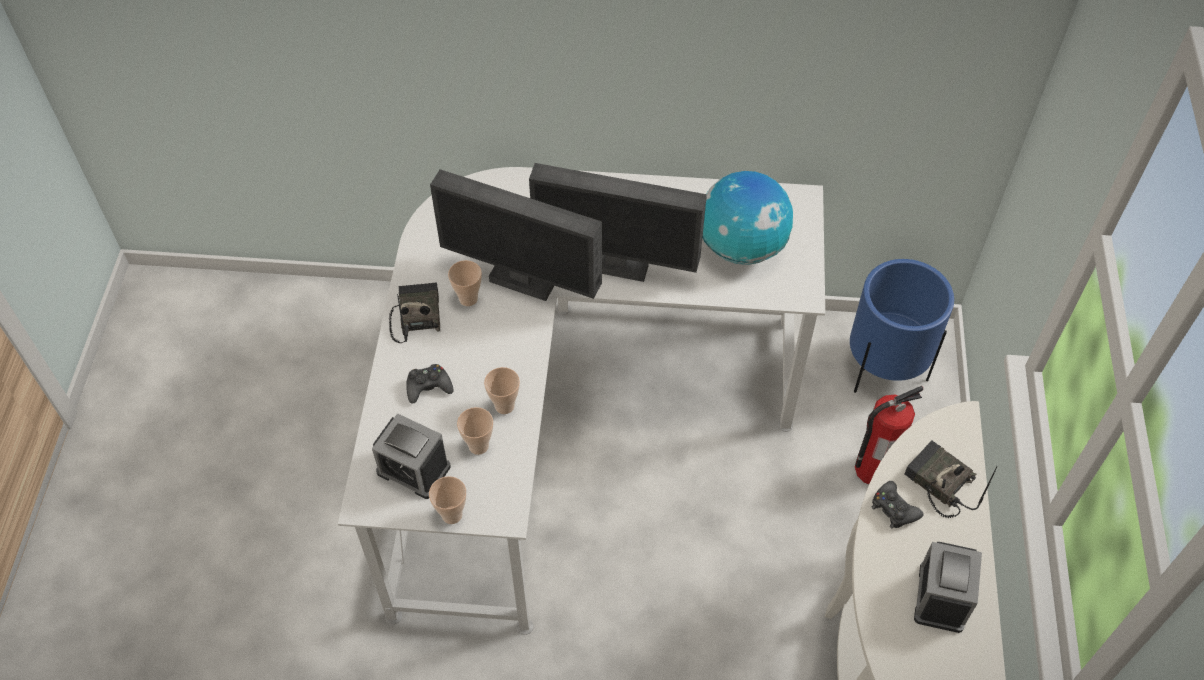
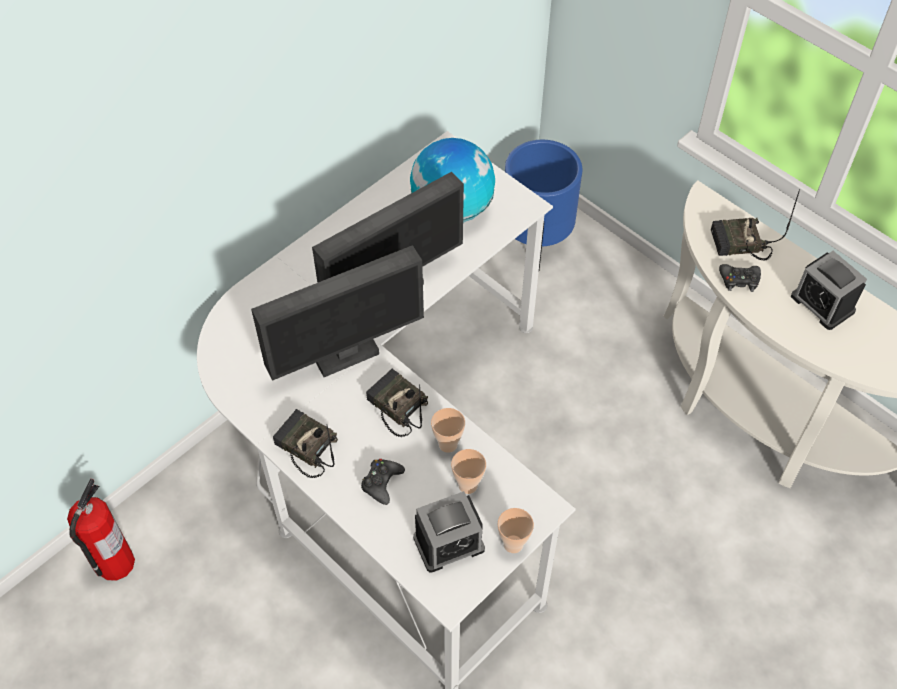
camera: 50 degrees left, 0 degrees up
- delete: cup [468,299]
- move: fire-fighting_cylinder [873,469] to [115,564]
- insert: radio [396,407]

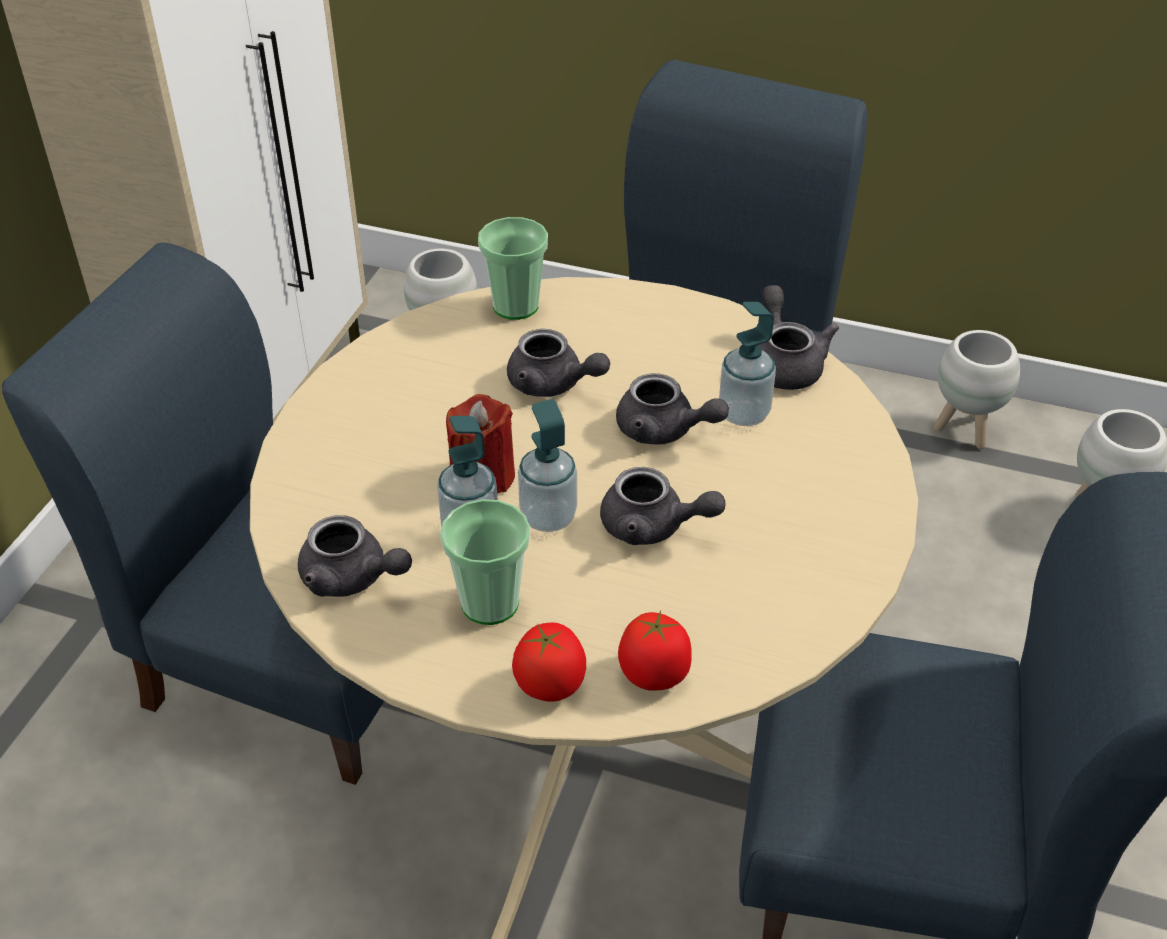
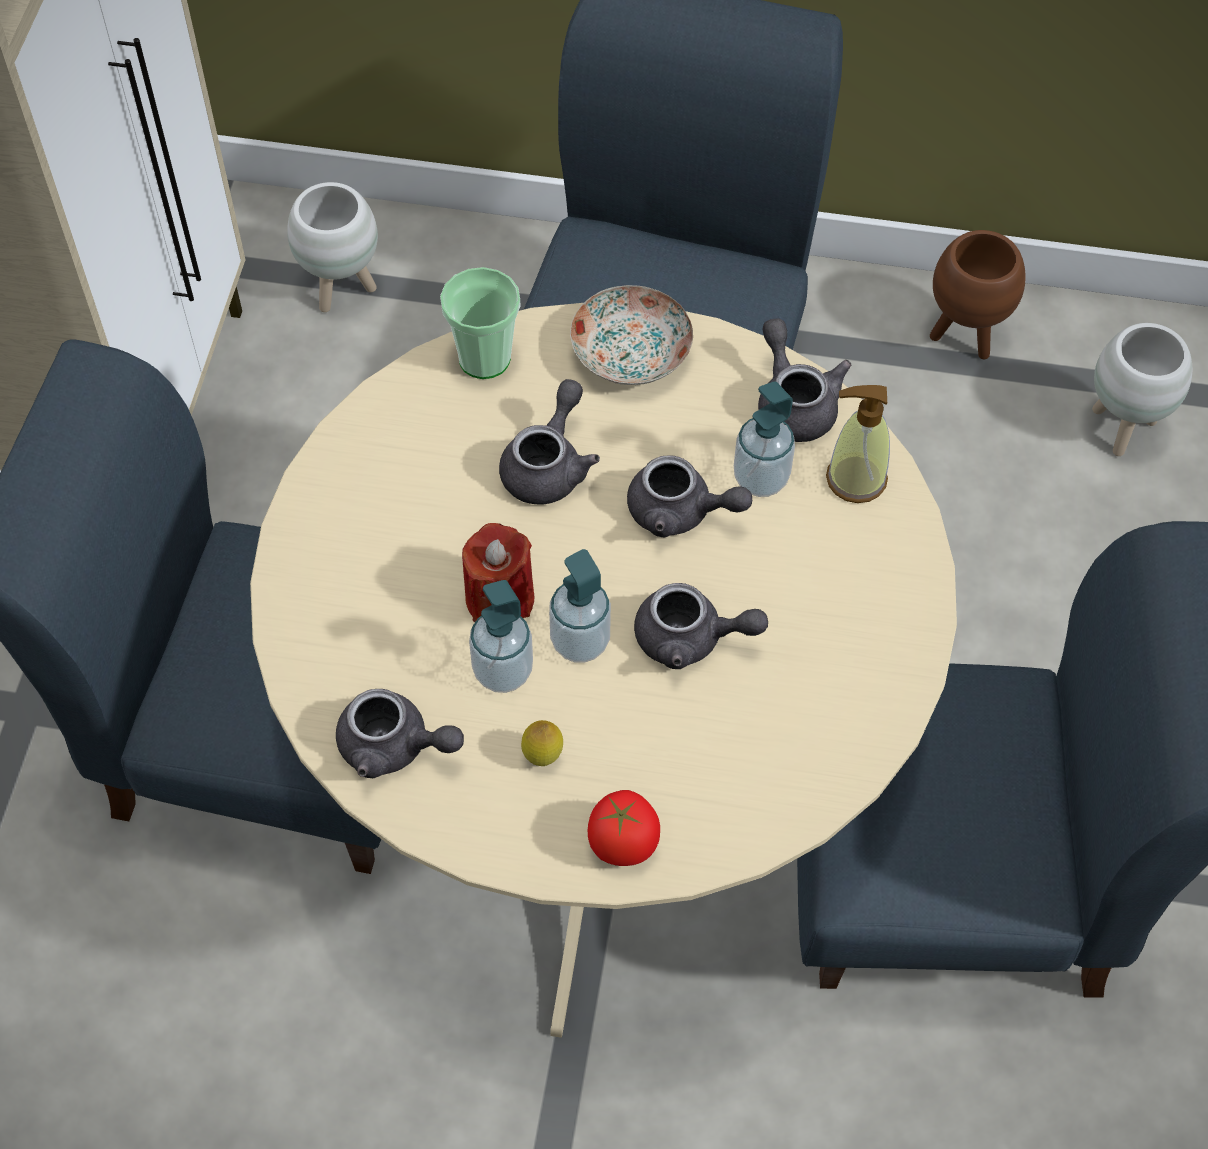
camera: 10 degrees left, 15 degrees up
- rotate: grey_tea_pot [553,384] = [549,465] 90 degrees counterclockwise
- recolor: white-coloured_planter [965,431] to brown-coloured_planter [965,337]
- replace: cup [490,603] to whole_lemon [542,757]
- delete: tomato [654,674]
- insert: plate [632,353]
- insert: liquid_soap_bottle [855,479]

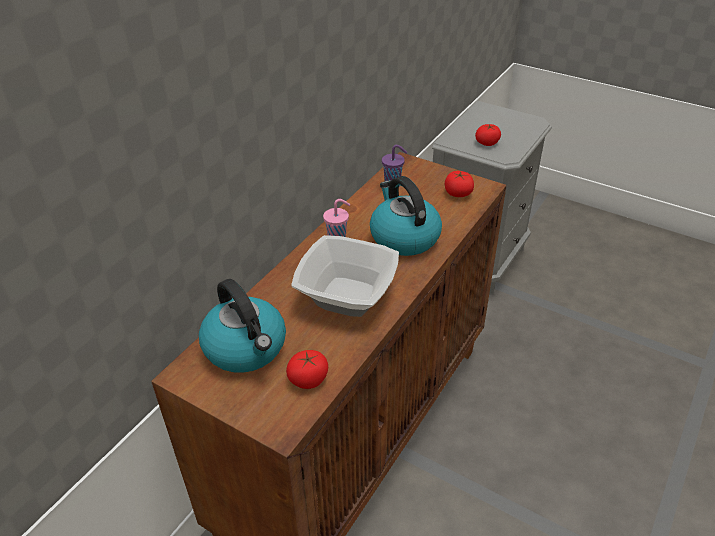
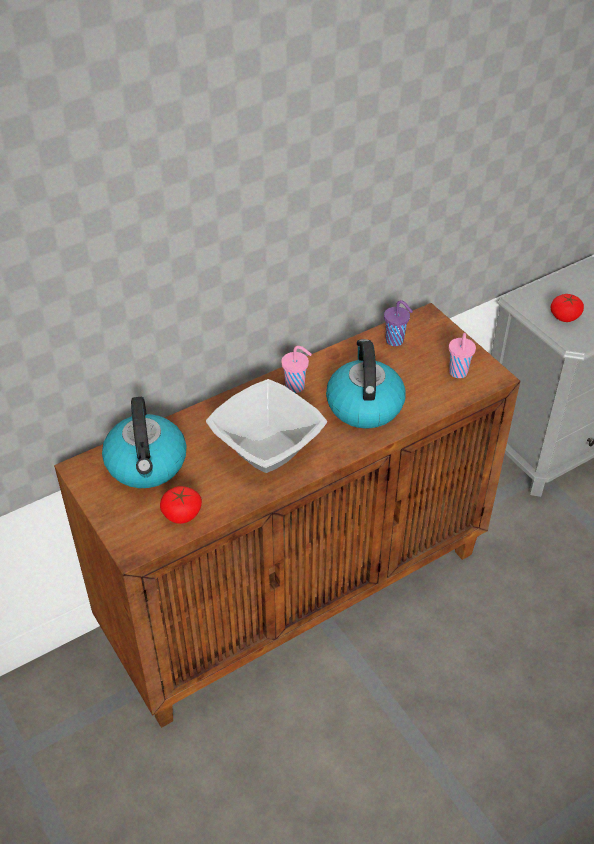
camera: 25 degrees right, 5 degrees up
- replace: tomato [458,193] to pink_cup [458,373]

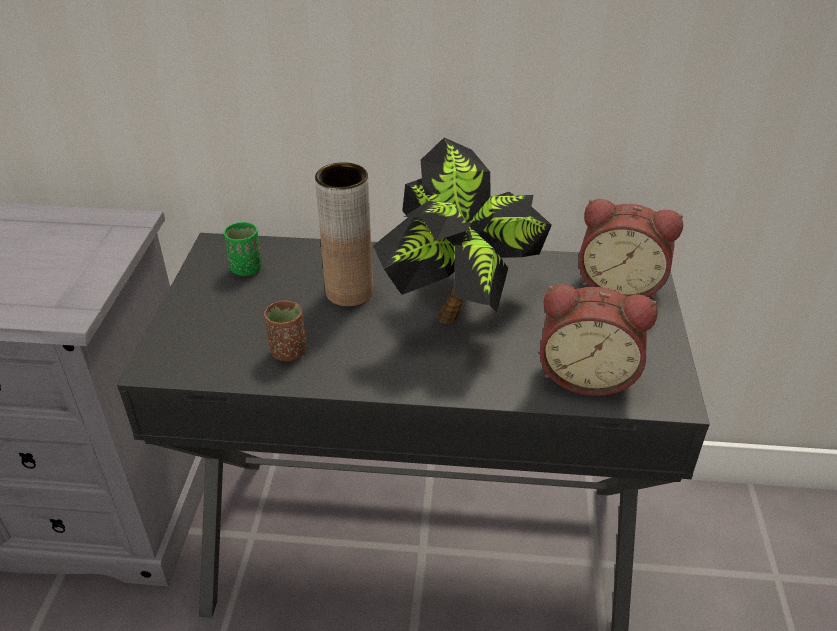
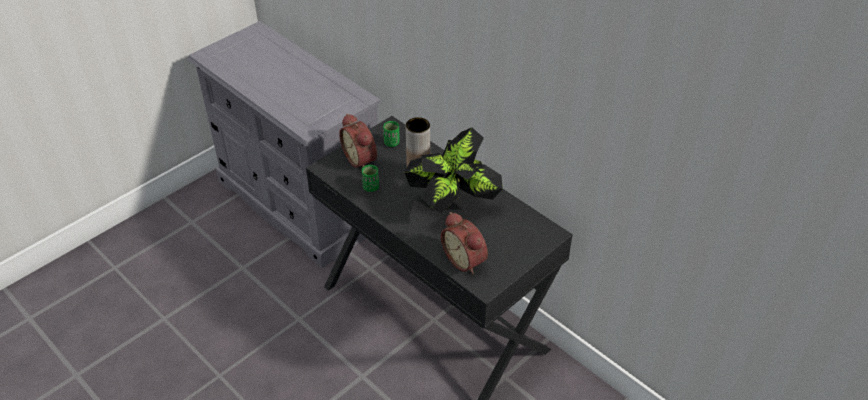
camera: 40 degrees right, 5 degrees up
- move: table_clock [620,285] to [361,159]
- recolor: brown-coloured_cup [288,352] to green-coloured_cup [371,187]

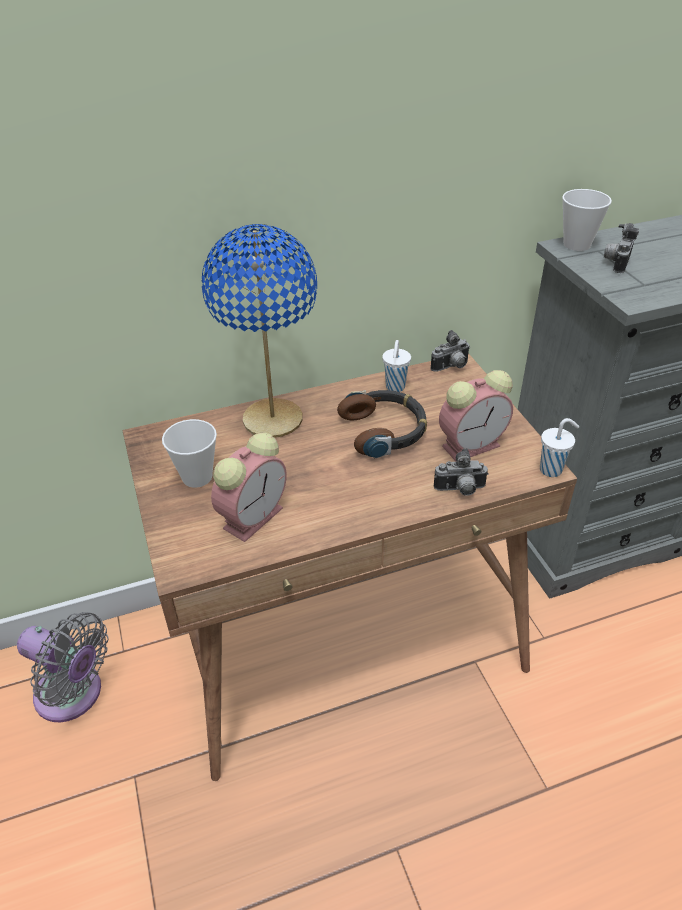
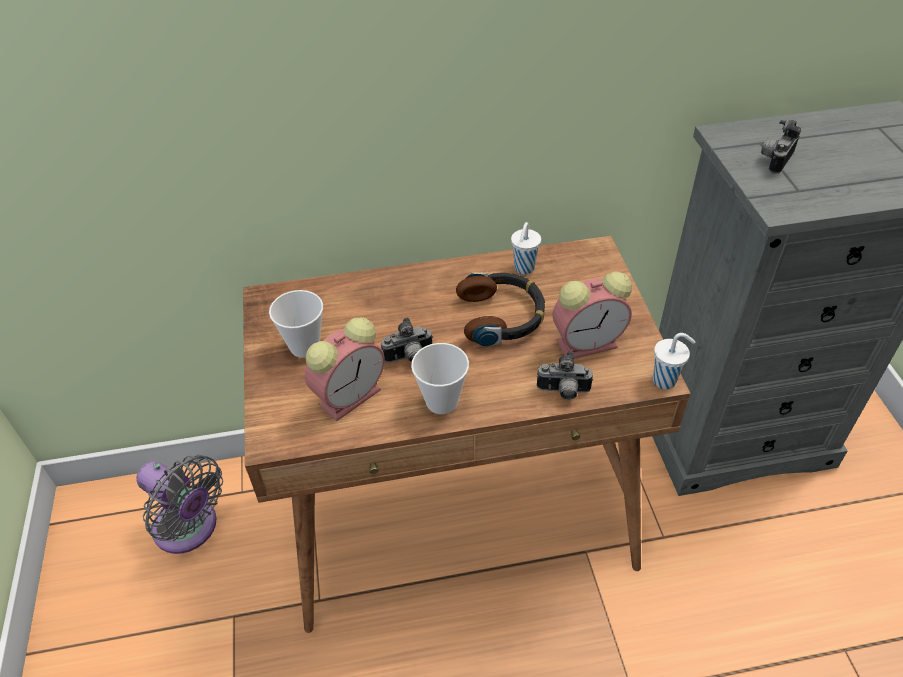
camera: 10 degrees right, 5 degrees up
- move: cup [577,244] to [442,401]
- delete: blue-coloured_tabletop_lamp [272,420]
- move: still_camera [451,367] to [409,358]

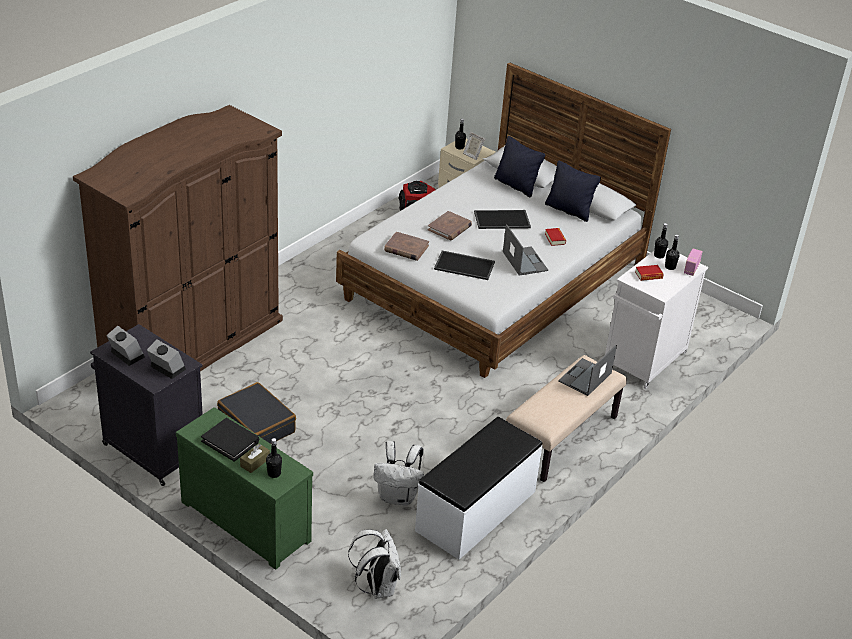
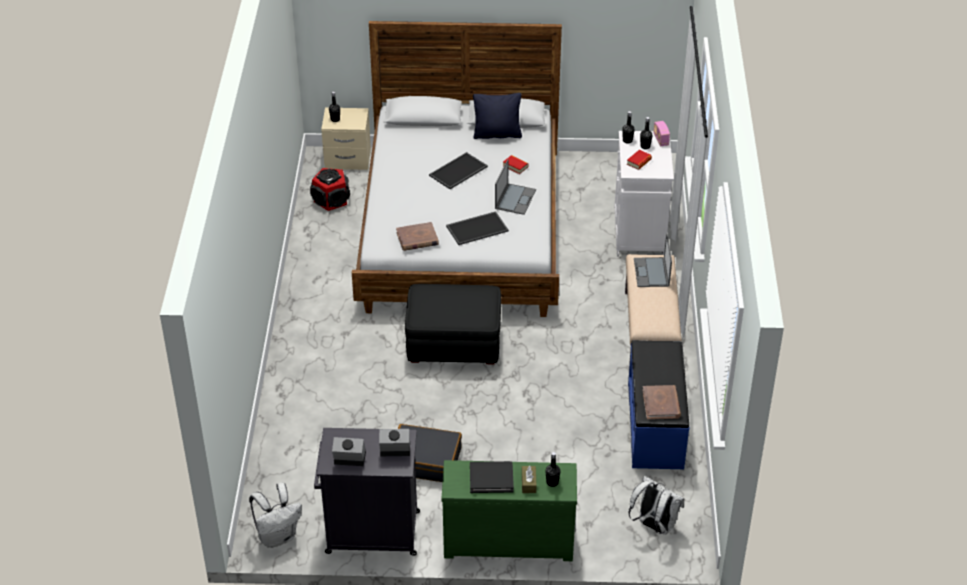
camera: 35 degrees left, 5 degrees up
- delete: brown-coloured_clothes_cupboard [192,346]
- delete: standing_frame [472,155]
- delete: black_pillow [516,185]
- move: brown-coloured_bound_book [449,228] to [661,404]
- rotate: laptop [524,261] = [515,199] 75 degrees clockwise
- recolor: white-coloured_bench [477,511] to blue-coloured_bench [656,425]
- move: white-coloured_knapsack [398,496] to [278,536]
- insert: black_ottoman [454,344]

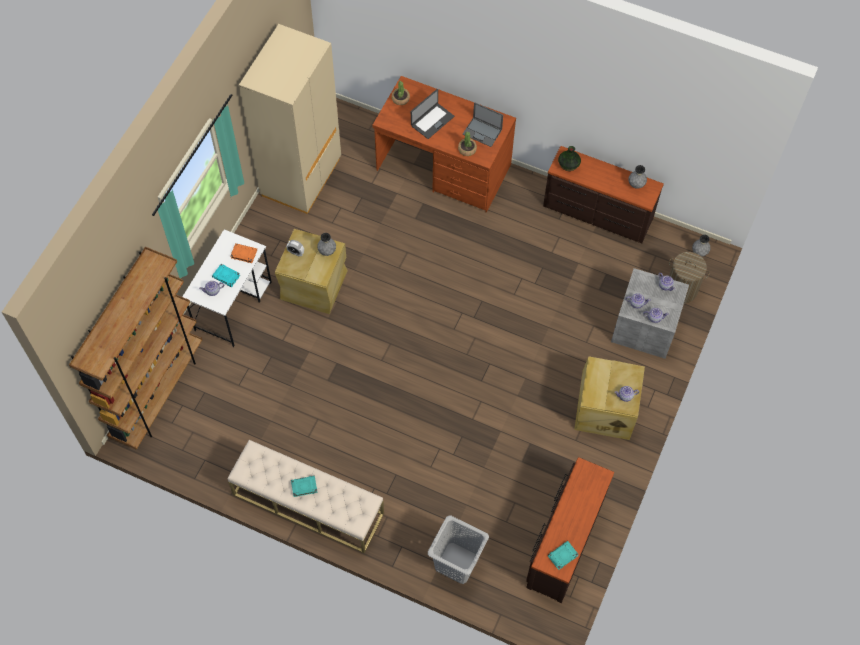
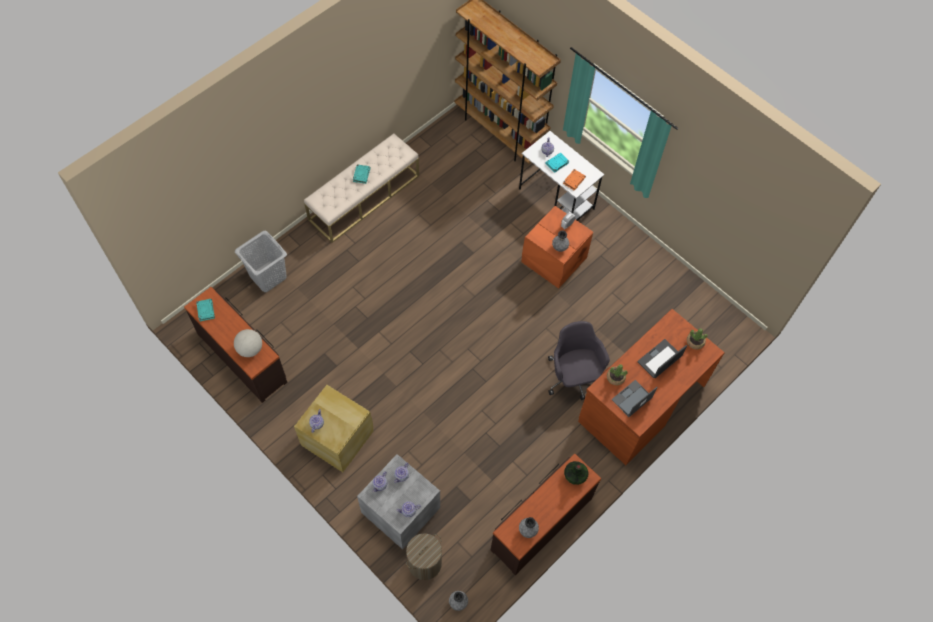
camera: 110 degrees right, 0 degrees up
- delete: sand-coloured_clothes_cupboard [301,178]
- rotate: laptop [432,121] = [660,359] 75 degrees clockwise
- recolor: sand-coloured_storage_box [315,284] to orange_storage_box [554,260]
- insert: grey_computer_chair [573,377]
- insert: desk_globe [250,349]

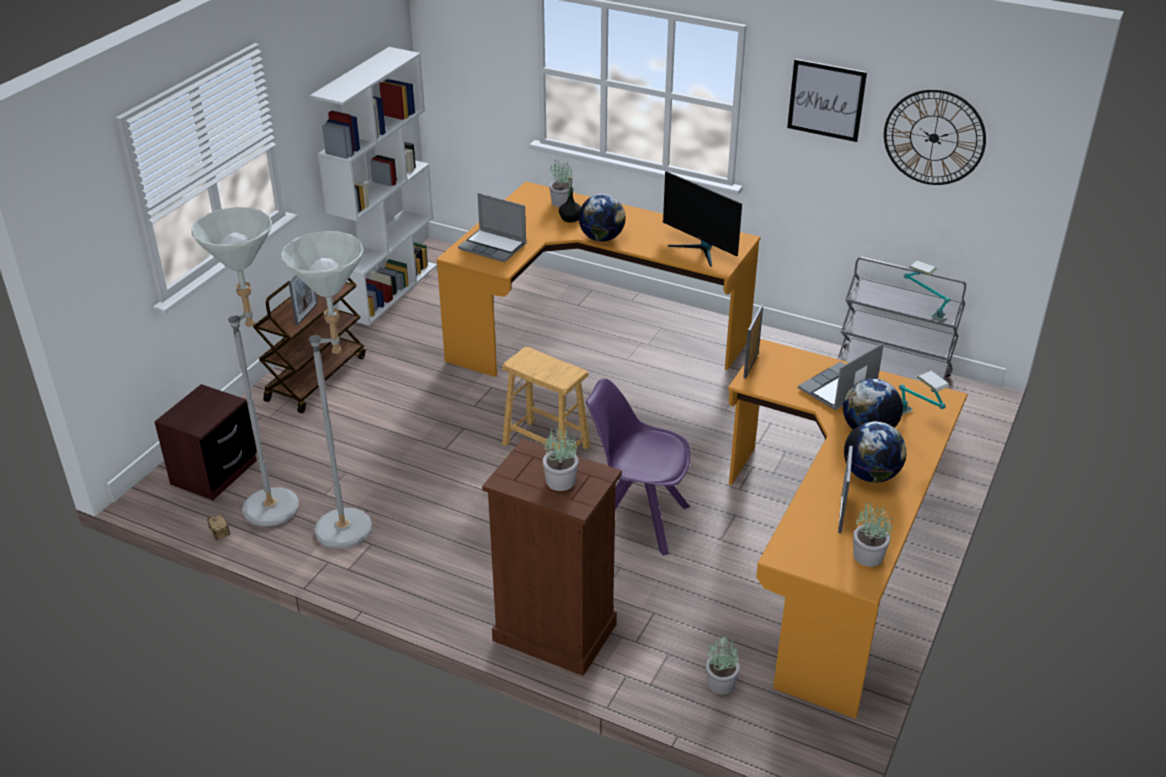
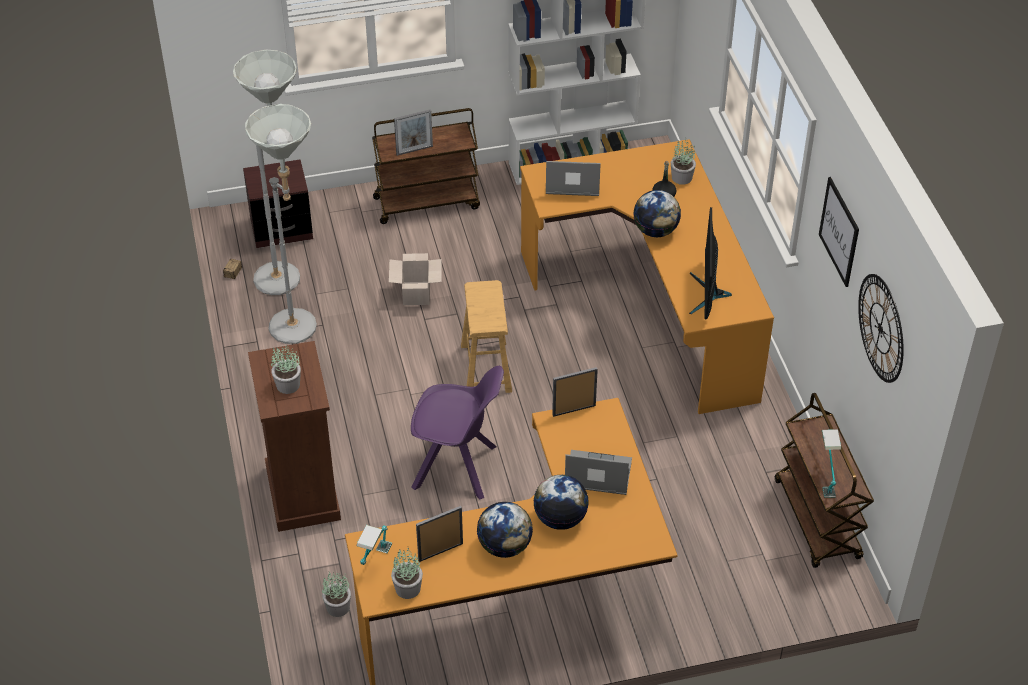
camera: 50 degrees right, 10 degrees up
- rotate: laptop [494,246] = [572,183] 105 degrees clockwise
- recolor: grey_cart [892,373] to brown-coloured_cart [817,520]
- move: tabletop_lamp [917,421] to [376,563]
- rotate: purple_chair [637,520] = [457,468] 120 degrees clockwise
- insert: cardboard_box [417,294]

